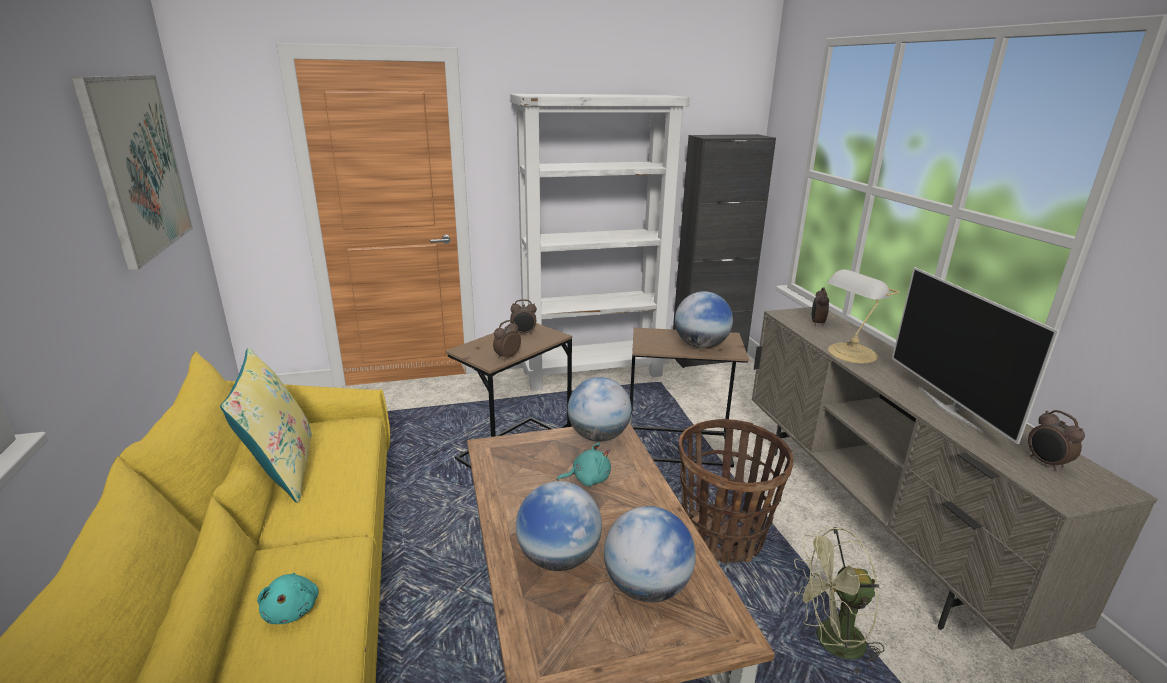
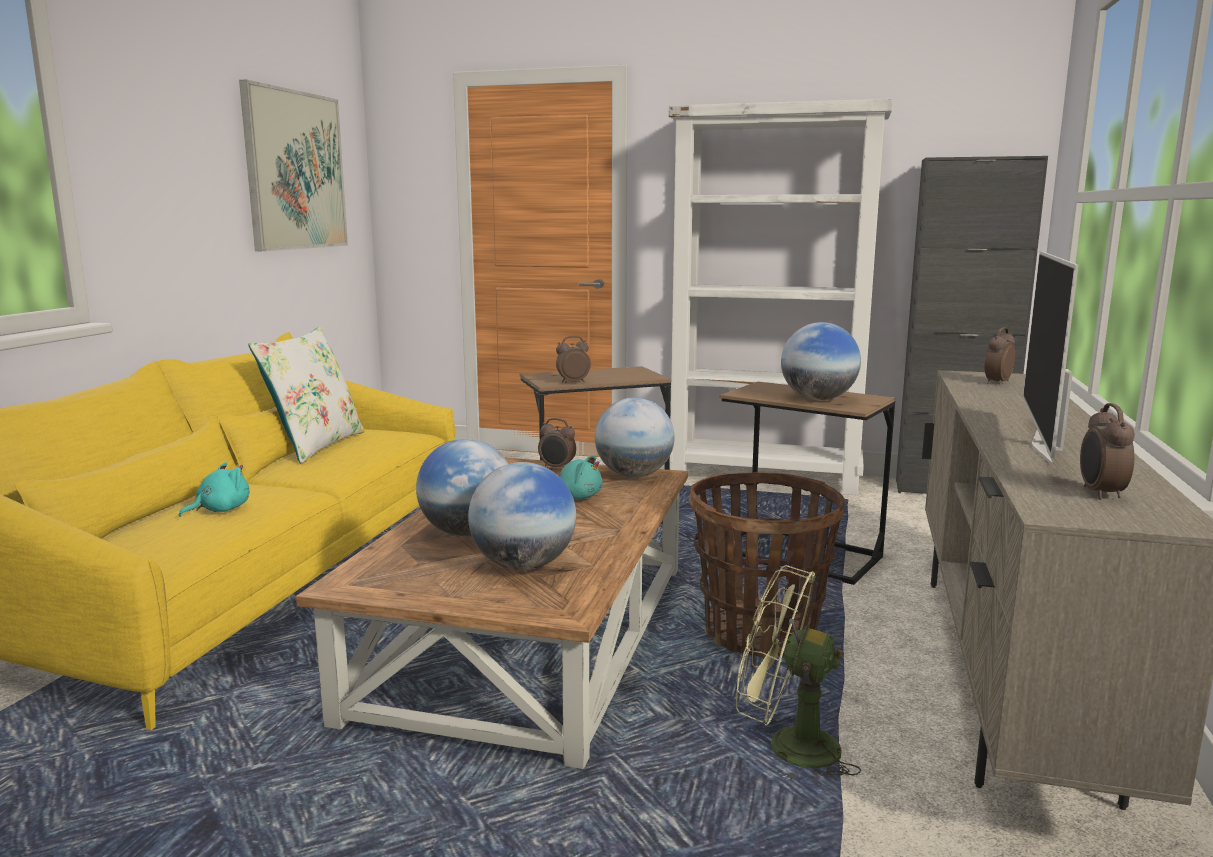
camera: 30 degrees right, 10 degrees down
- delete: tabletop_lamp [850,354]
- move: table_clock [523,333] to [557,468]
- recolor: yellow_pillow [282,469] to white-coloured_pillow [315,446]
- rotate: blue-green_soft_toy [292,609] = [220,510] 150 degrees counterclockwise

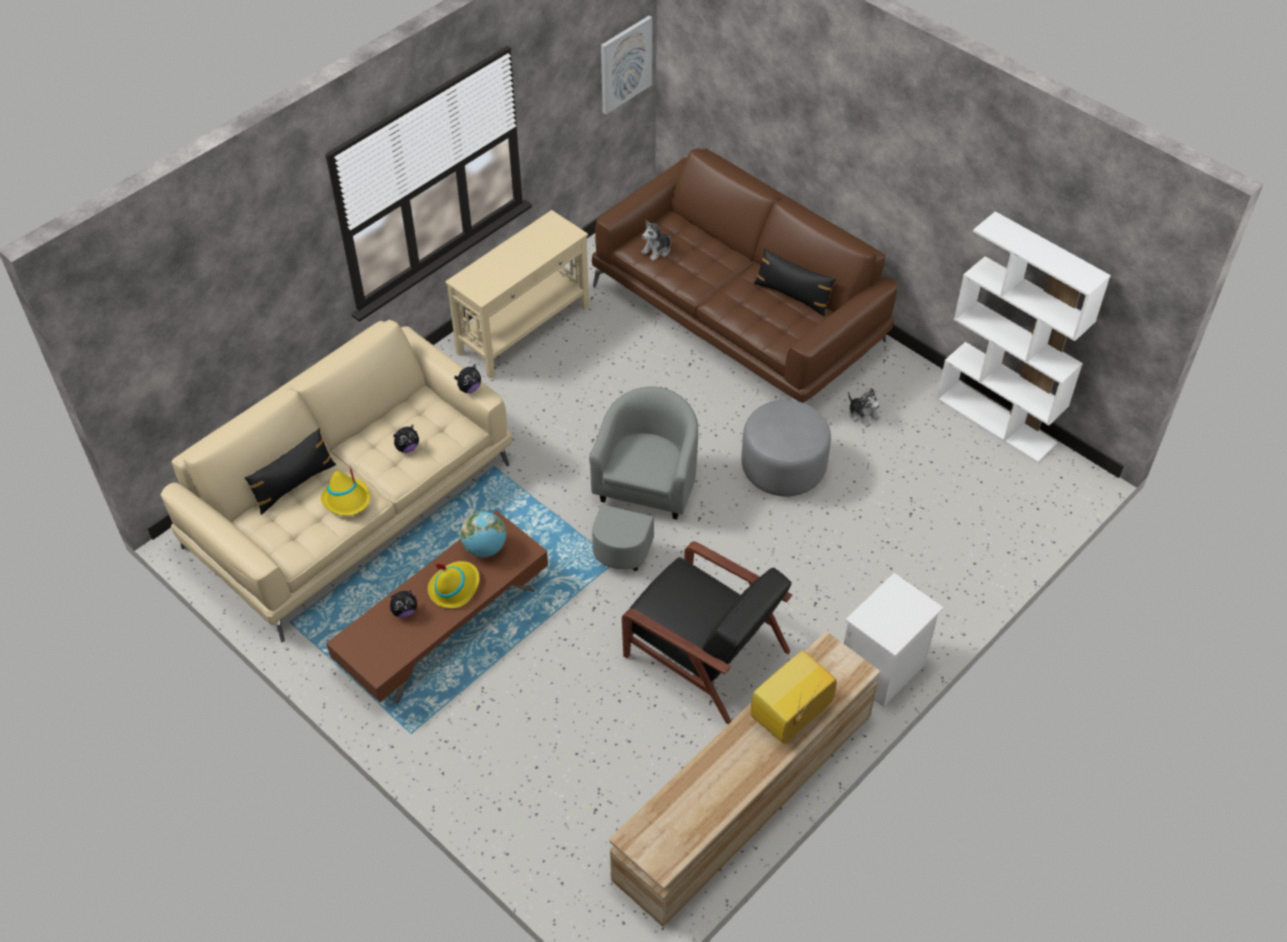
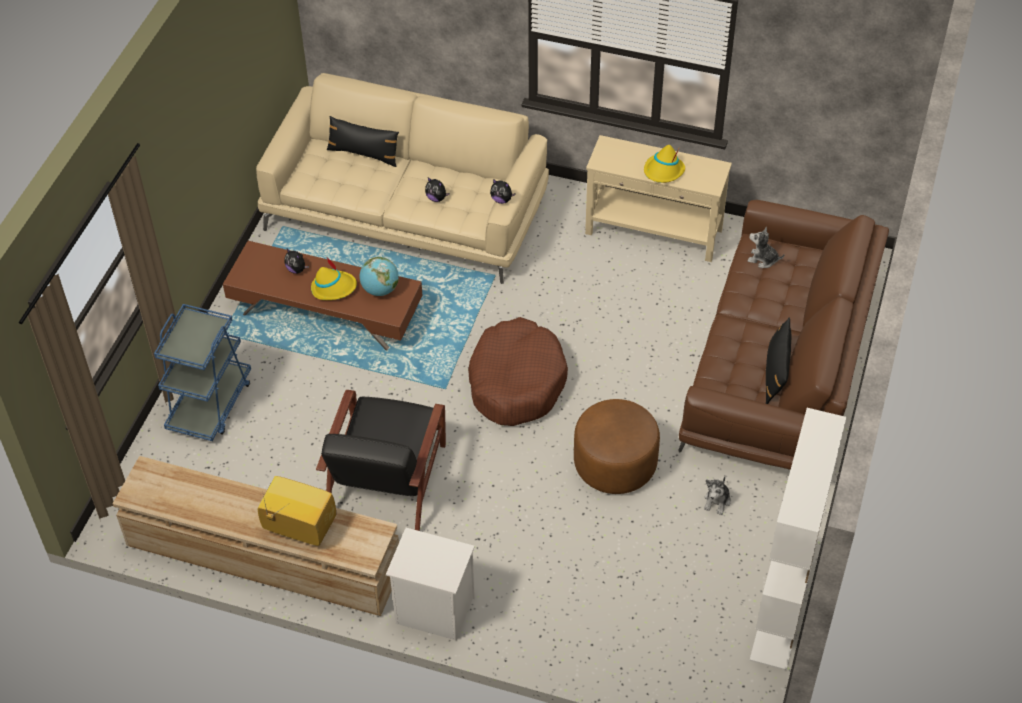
camera: 65 degrees right, 0 degrees up
- delete: picture [625,64]
- replace: grey_easy_chair [642,502] to brown-coloured_dog_cushion [516,382]
- recolor: grey_ottoman [783,468] to brown-coloured_ottoman [615,464]
- move: yellow_clothing_hat [347,499] to [663,171]
- insert: blue-coloured_cart [210,404]

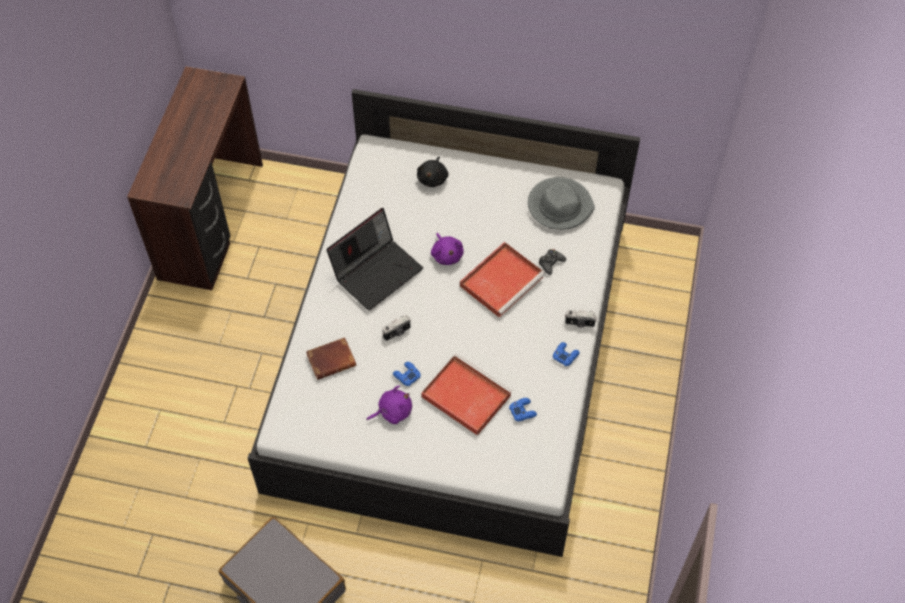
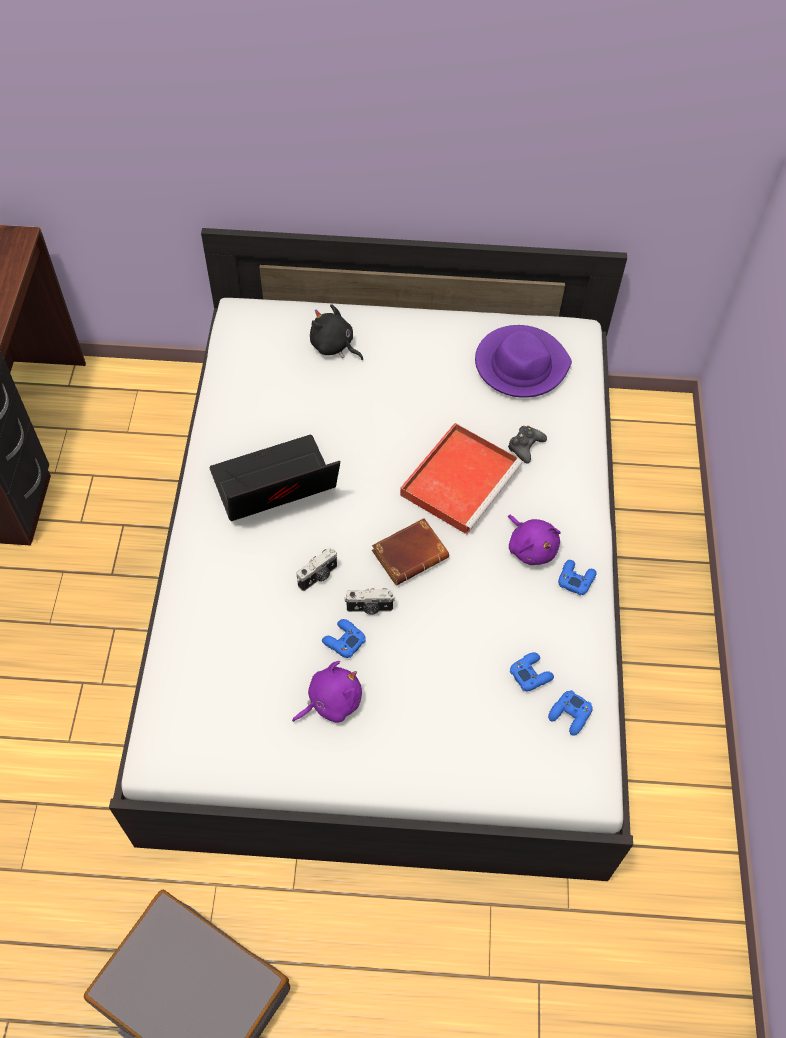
camera: 10 degrees left, 0 degrees up
- rotate: black_soft_toy [433,178] = [334,346] 120 degrees clockwise
- recolor: grey_clothing_hat [559,206] to purple_clothing_hat [520,365]
- rotate: laptop [377,271] = [274,488] 150 degrees counterclockwise
- move: purple_soft_toy [447,254] to [531,547]
- move: still_camera [579,323] to [369,608]
- move: brown-coloured_bound_book [332,359] to [410,553]
- delete: reddish_carrying_tray [464,395]
- insert: blue-coloured_gamepad [570,715]

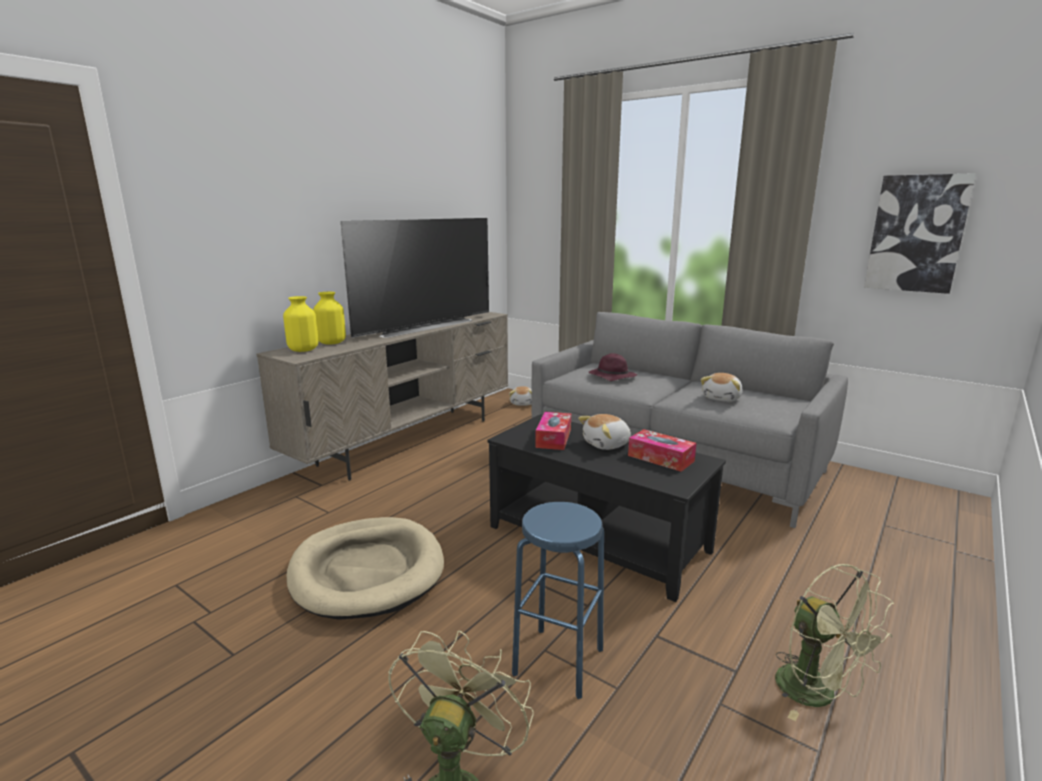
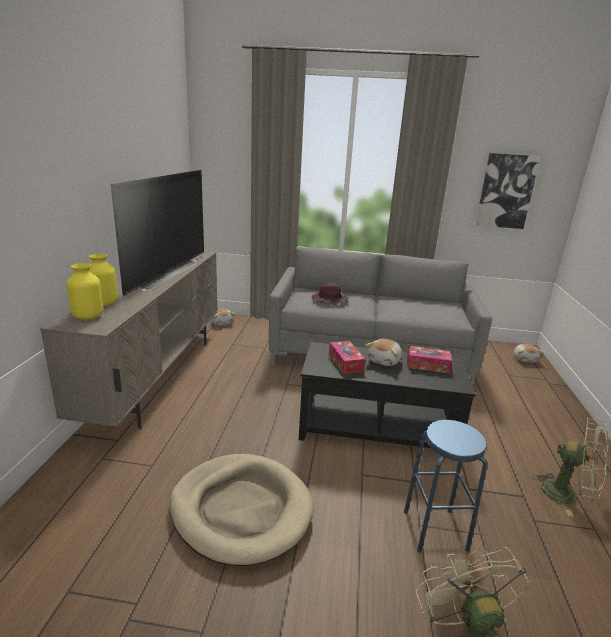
camera: 30 degrees left, 5 degrees up
- move: soft_toy [722,398] to [525,359]

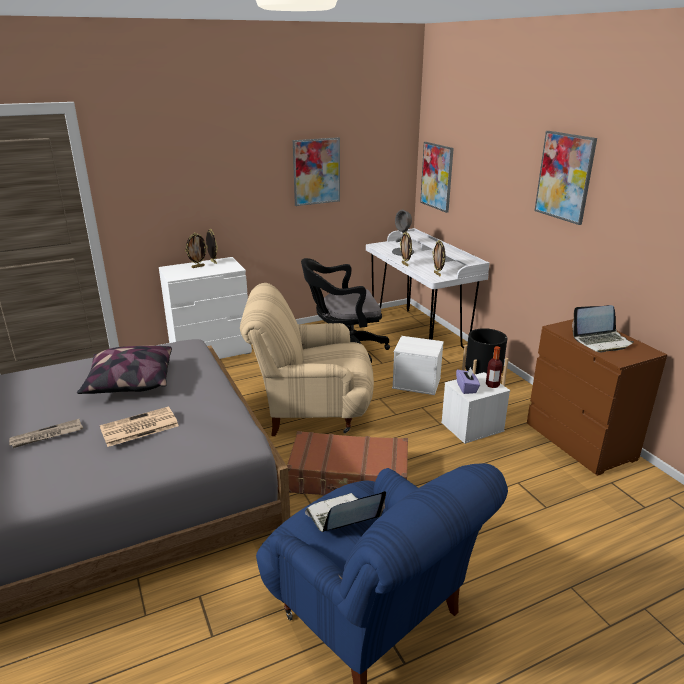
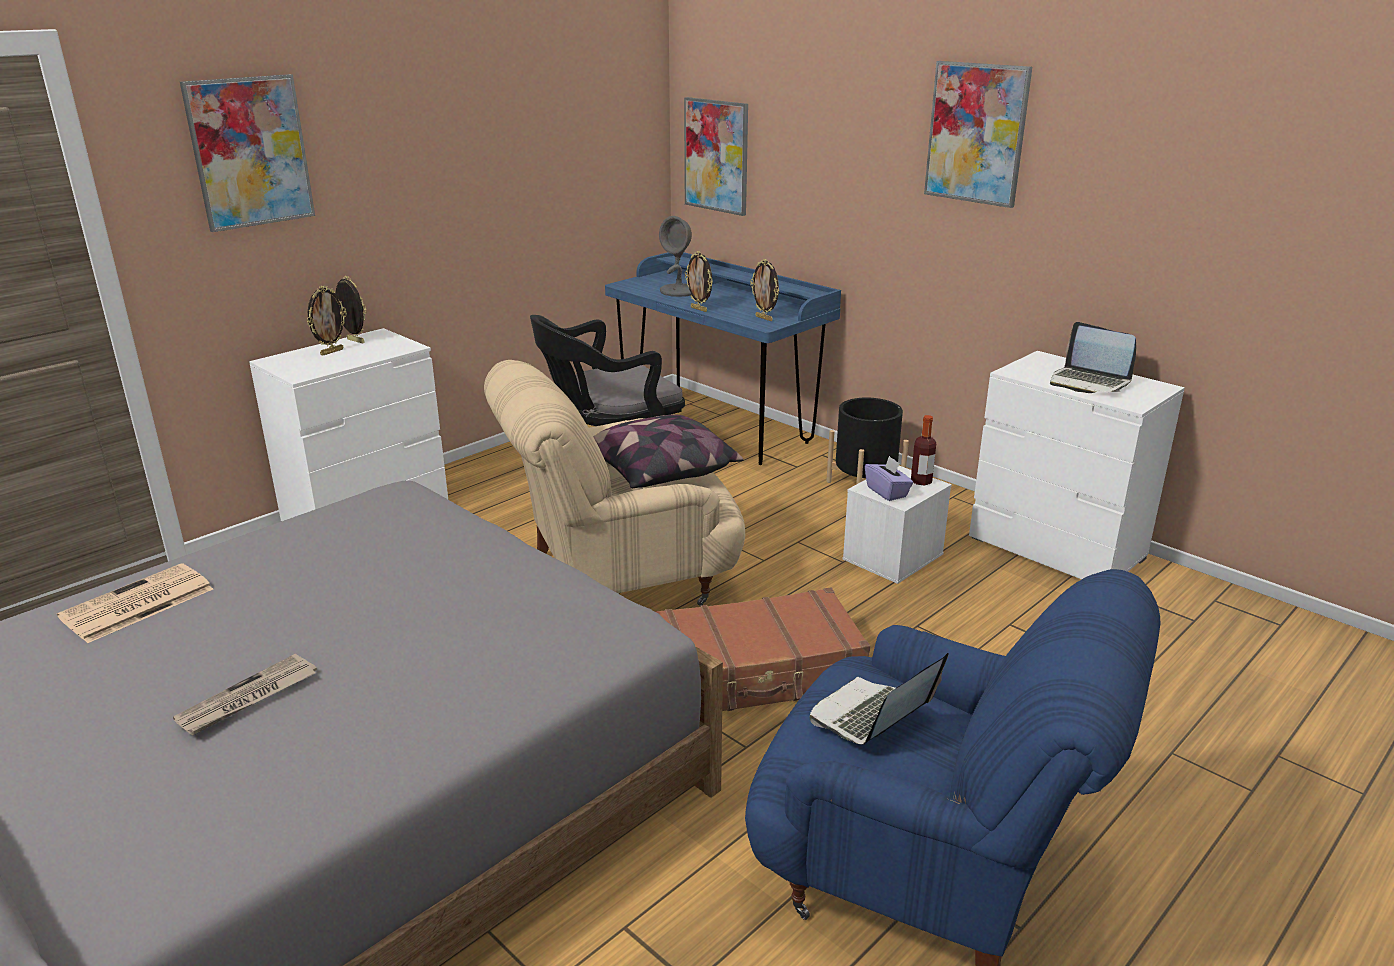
camera: 20 degrees left, 0 degrees up
- move: picture [316,171] to [250,152]
- recolor: white-coloured_desk [418,332] to blue-coloured_desk [717,427]
- rotate: laptop [601,341] = [1088,382] 75 degrees clockwise
- recolor: brown-coloured_chest_of_drawers [580,442] to white-coloured_chest_of_drawers [1057,549]
- delete: white-coloured_storage_box [417,383]
- move: pillow [130,383] to [659,472]
- move: printed_paper [138,427] to [136,605]

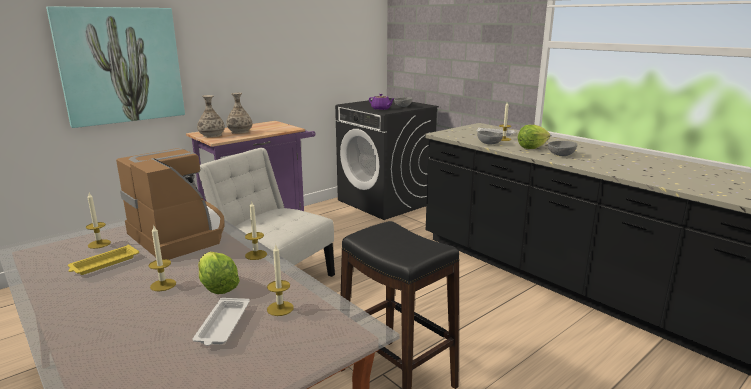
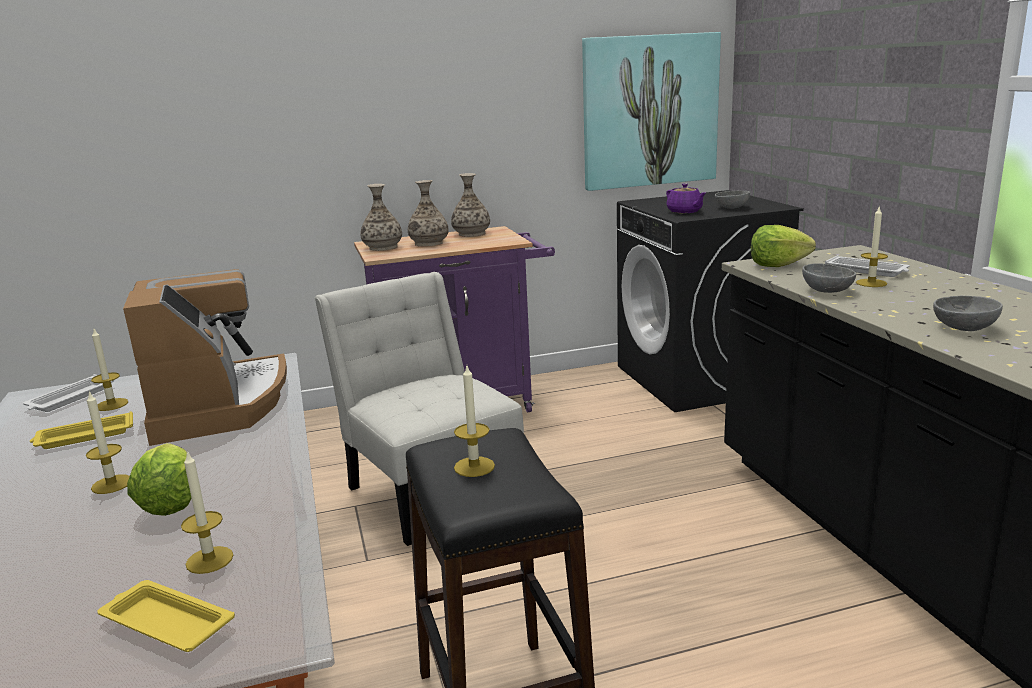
camera: 25 degrees right, 0 degrees up
- move: picture [121,65] to [649,111]
- move: lettuce [532,147] to [778,265]
- move: candle [256,255] to [474,467]
- move: white-coloured_carrying_tray [222,326] to [70,398]
- insert: vase [471,234]
- insert: yellow_carrying_tray [165,623]

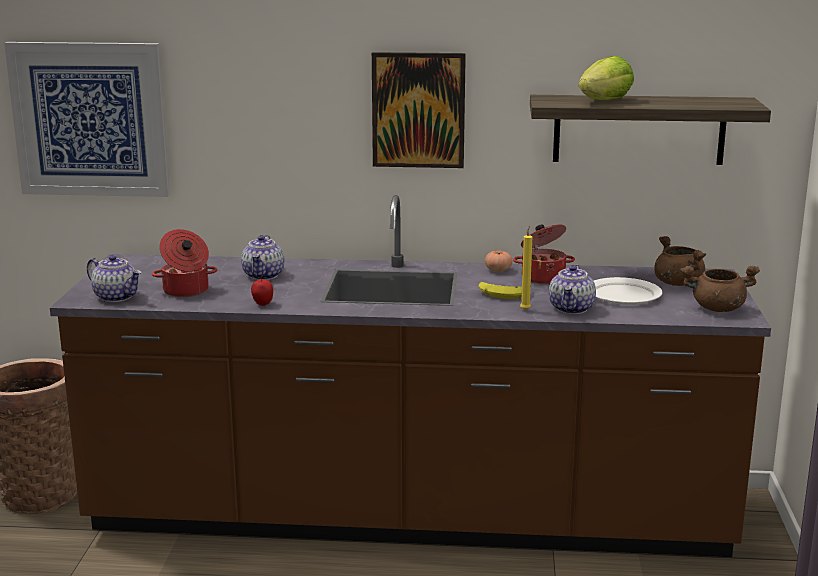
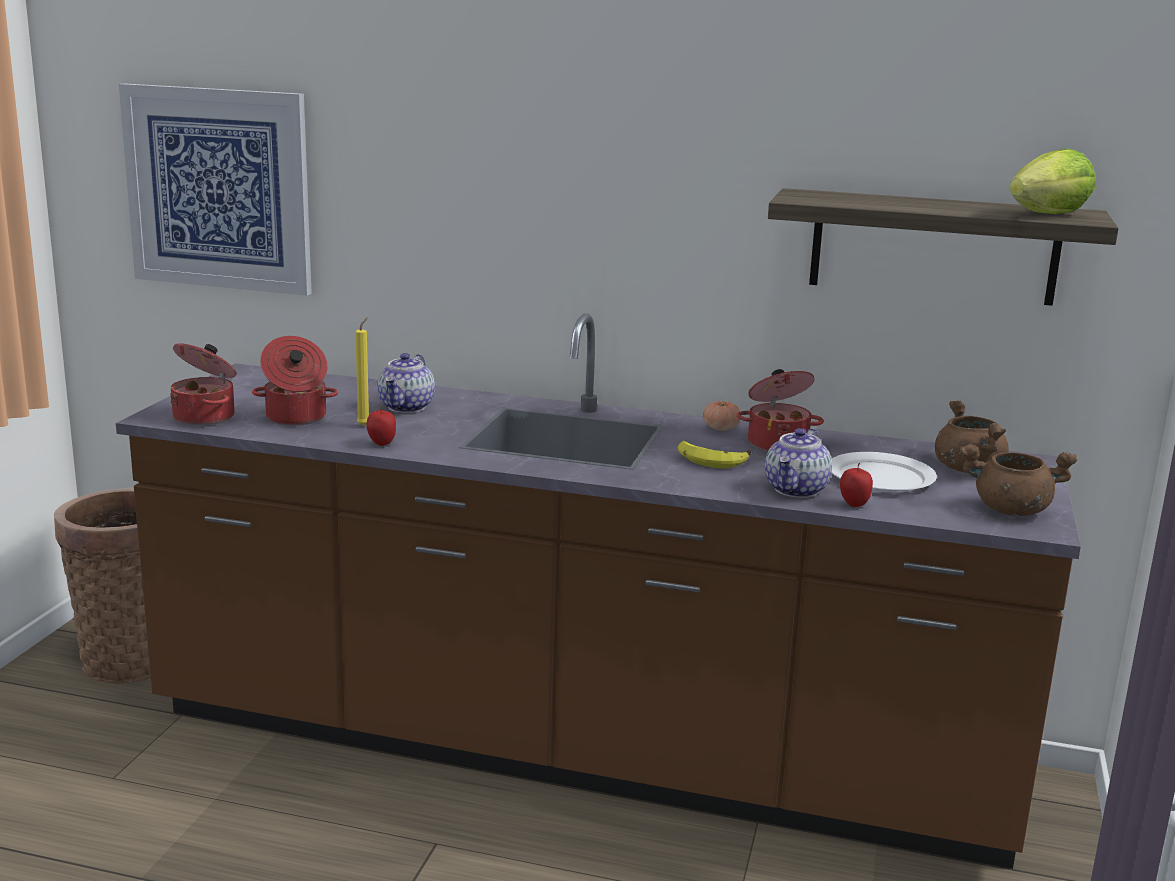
camera: 10 degrees right, 0 degrees up
- delete: picture [418,110]
- move: lettuce [605,101] to [1048,215]
- move: yellow_candle [525,309] to [365,425]
- replace: tea_pot [117,297] to saucepot [206,417]
- insert: apple_fruit [854,505]

